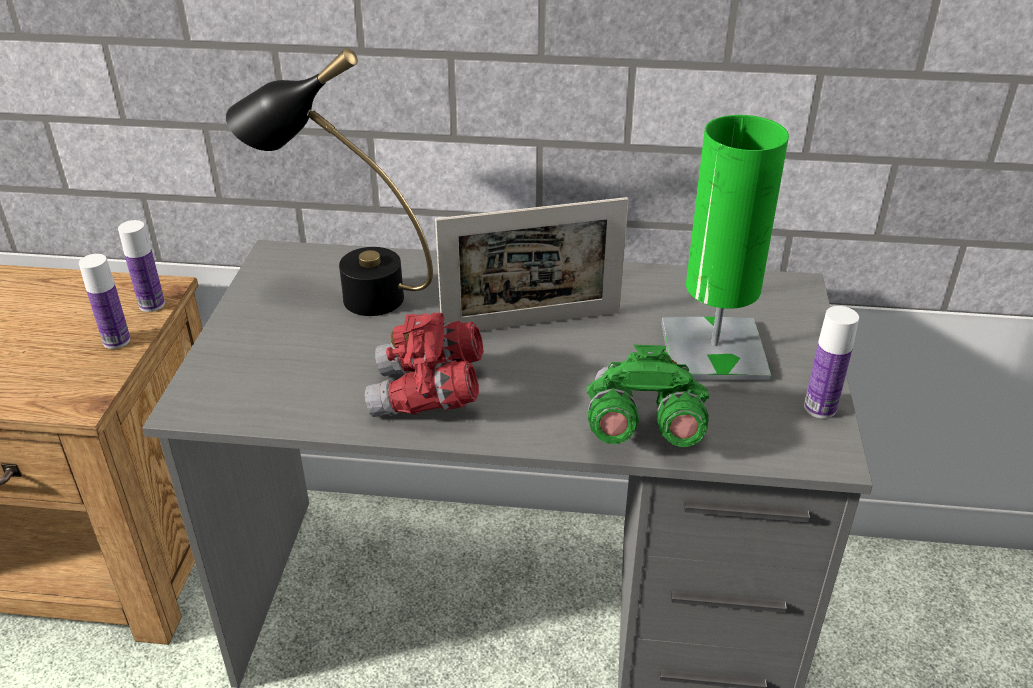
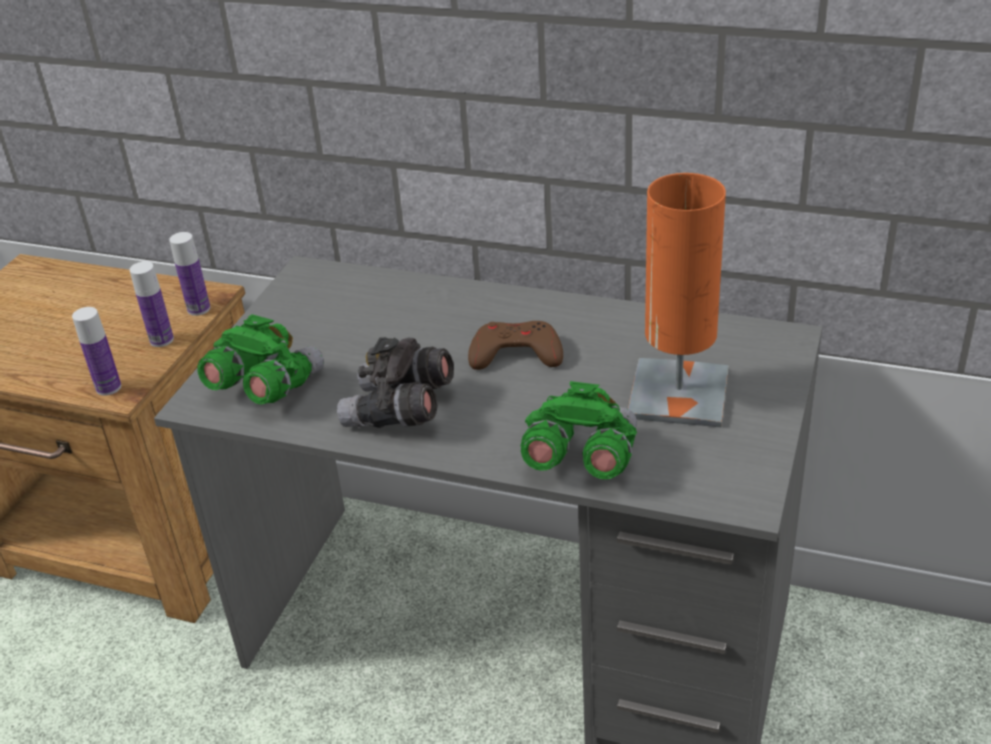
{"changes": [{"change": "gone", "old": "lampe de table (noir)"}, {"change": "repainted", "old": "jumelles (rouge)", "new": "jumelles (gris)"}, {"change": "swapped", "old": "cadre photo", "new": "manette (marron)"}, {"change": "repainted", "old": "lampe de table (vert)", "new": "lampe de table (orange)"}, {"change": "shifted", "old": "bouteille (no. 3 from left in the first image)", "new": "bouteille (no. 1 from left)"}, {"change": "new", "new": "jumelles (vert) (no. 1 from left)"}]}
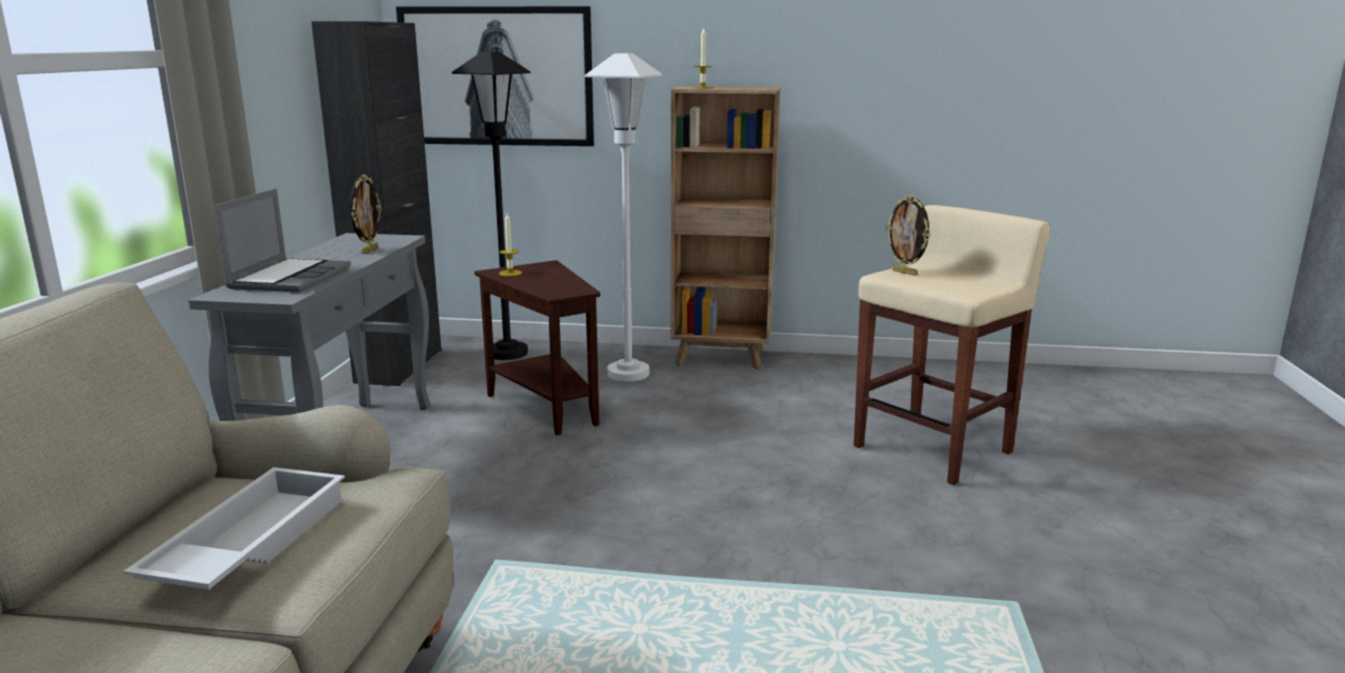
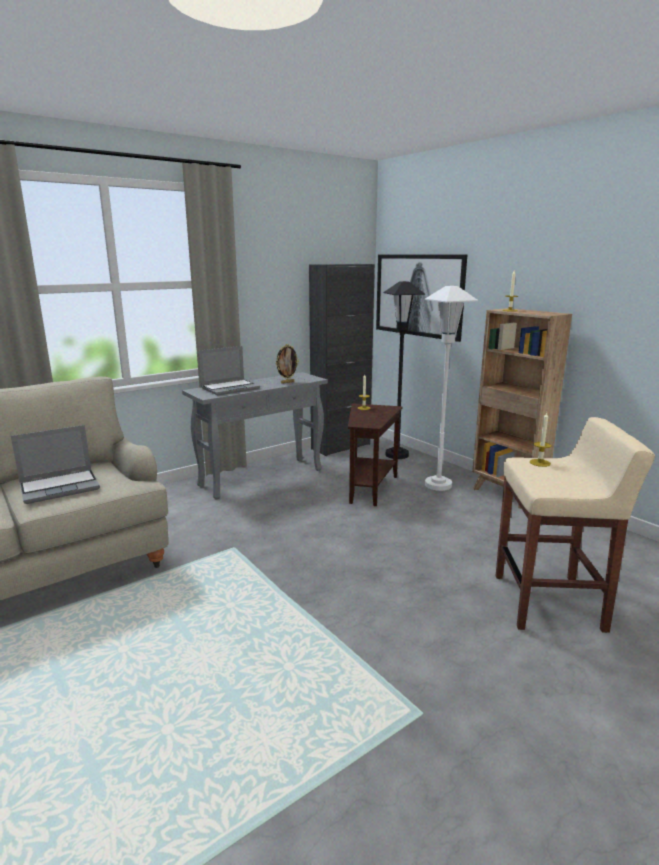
{"changes": [{"change": "swapped", "old": "plateau (blanc)", "new": "ordinateur portable (no. 1 from left)"}, {"change": "swapped", "old": "cadre photo (no. 2 from left)", "new": "bougie (no. 3 from left)"}]}
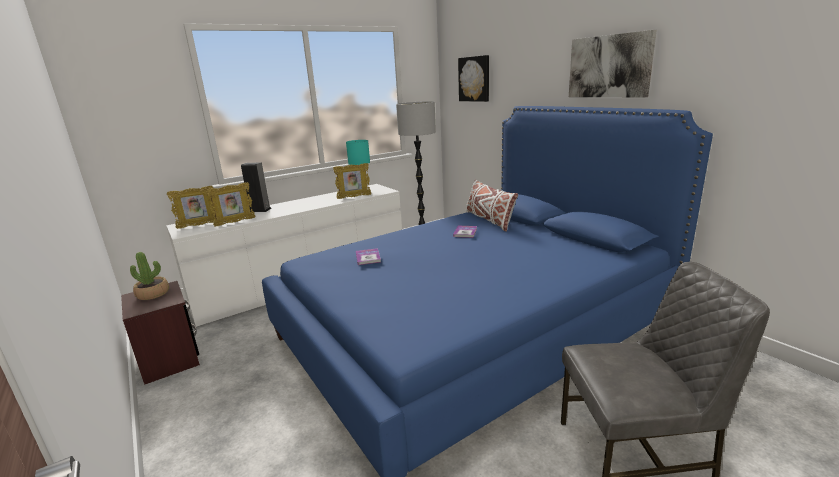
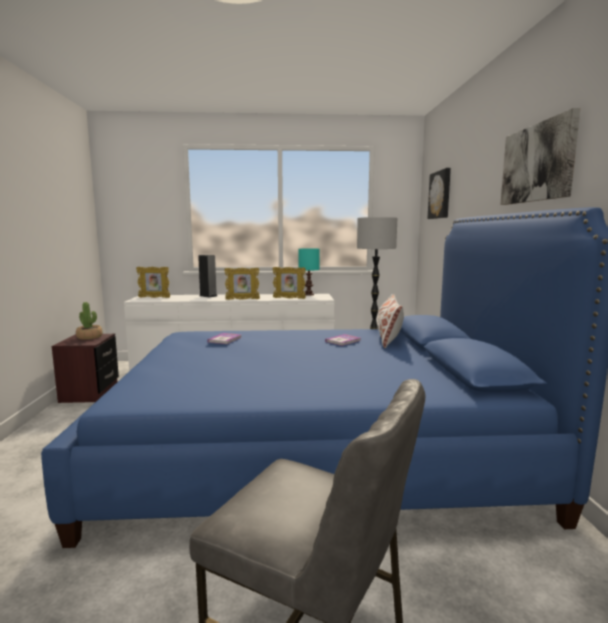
{"changes": [{"change": "shifted", "old": "cadre photo (no. 2 from left)"}]}
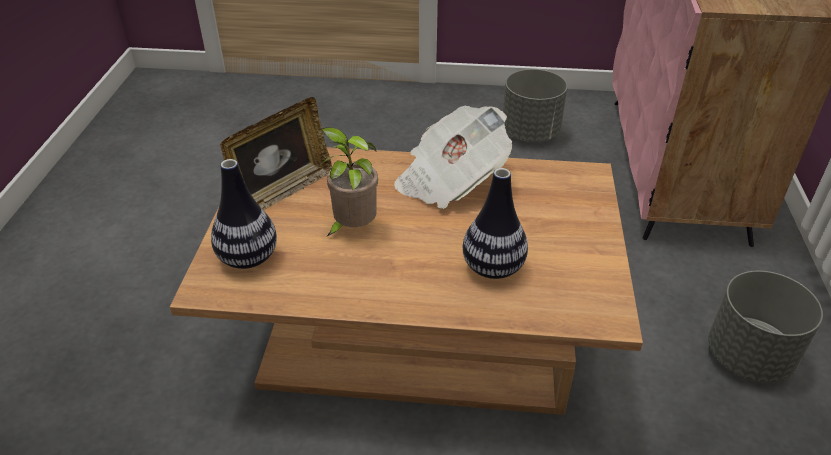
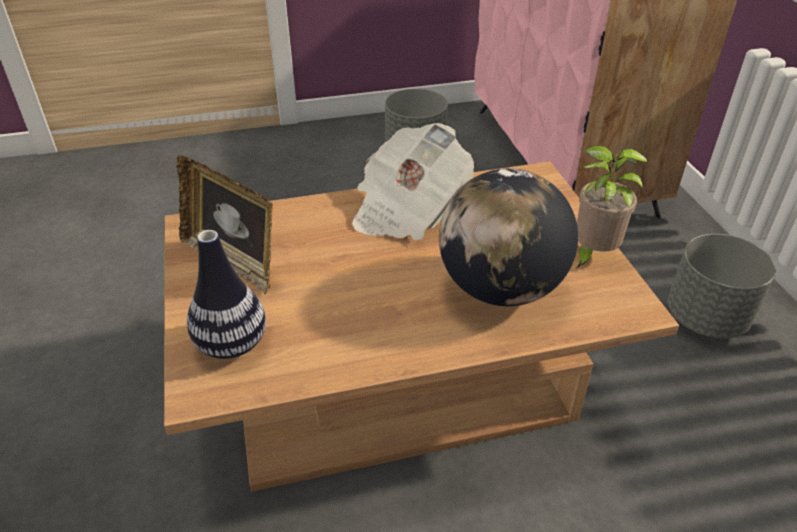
{"changes": [{"change": "rotated", "old": "cadre photo", "degrees": 105}, {"change": "shifted", "old": "plante en pot"}, {"change": "swapped", "old": "vase (no. 2 from left)", "new": "globe"}]}
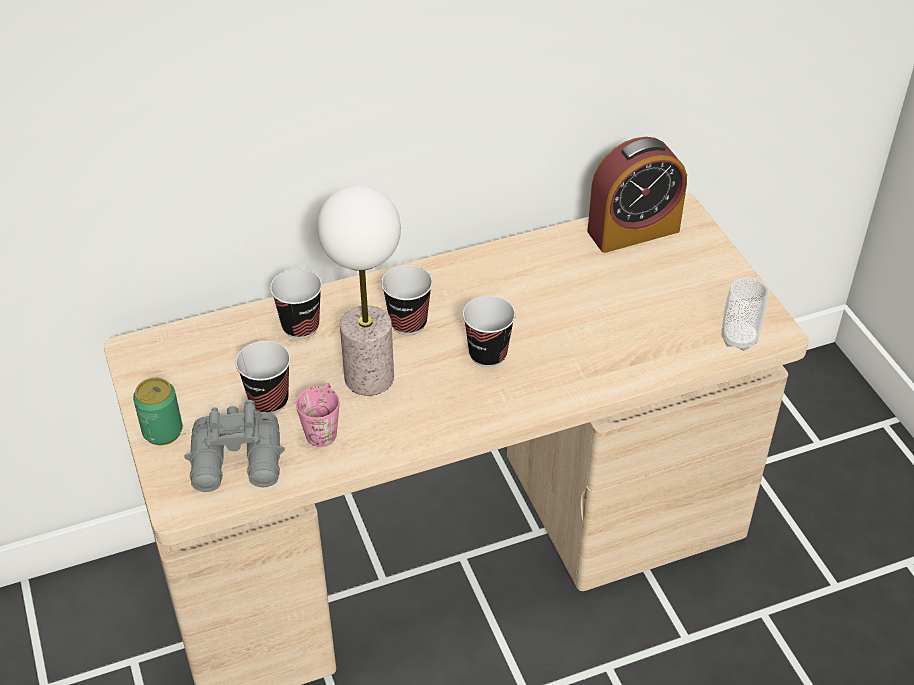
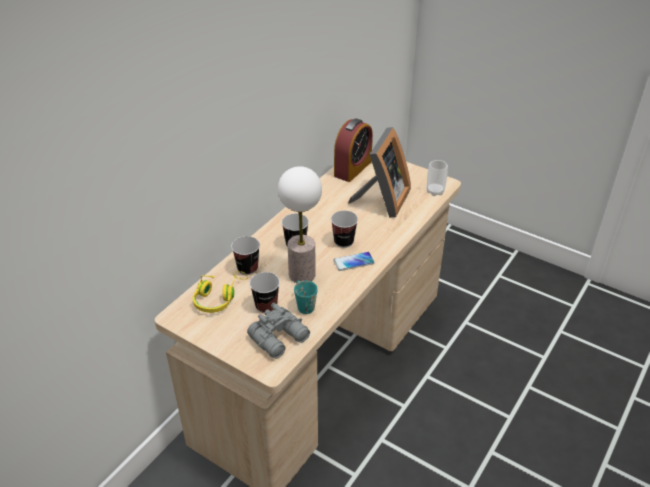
{"changes": [{"change": "gone", "old": "boîte métallique"}, {"change": "repainted", "old": "mug (rose)", "new": "mug (turquoise)"}, {"change": "new", "new": "casque audio (jaune)"}, {"change": "new", "new": "téléphone"}, {"change": "new", "new": "cadre photo"}]}
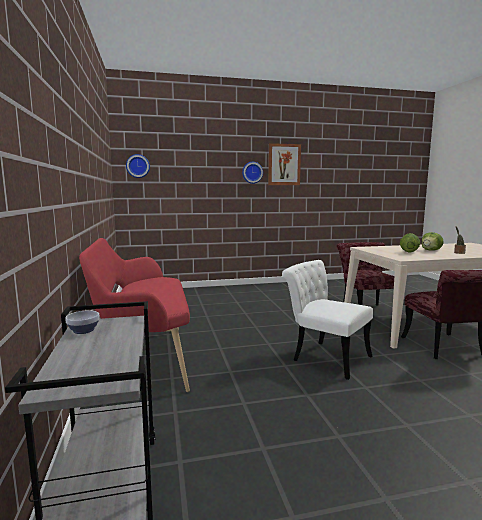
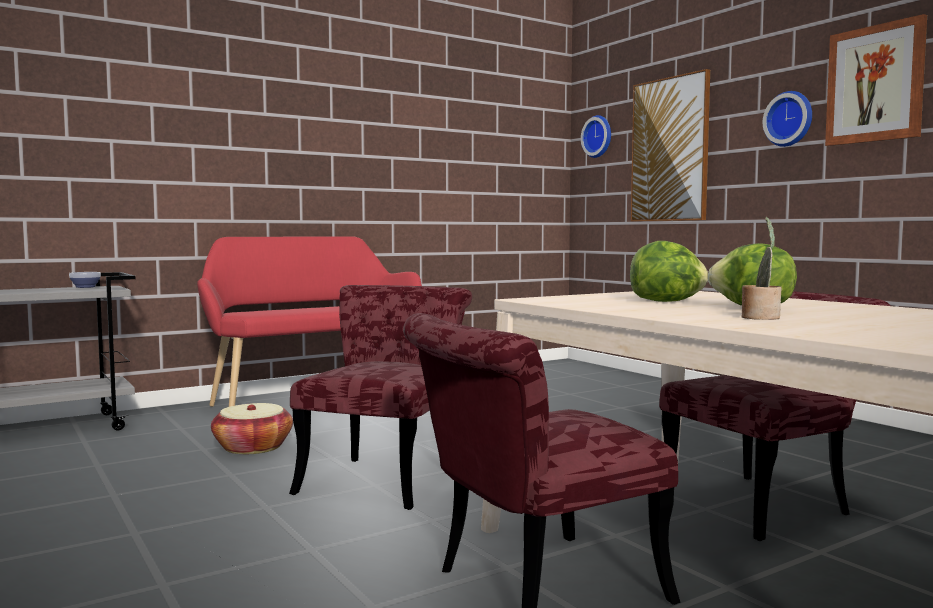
{"changes": [{"change": "repainted", "old": "chaise (blanc)", "new": "chaise (rouge) (no. 1 from left)"}, {"change": "new", "new": "panier"}, {"change": "new", "new": "tableau (no. 1 from left)"}]}
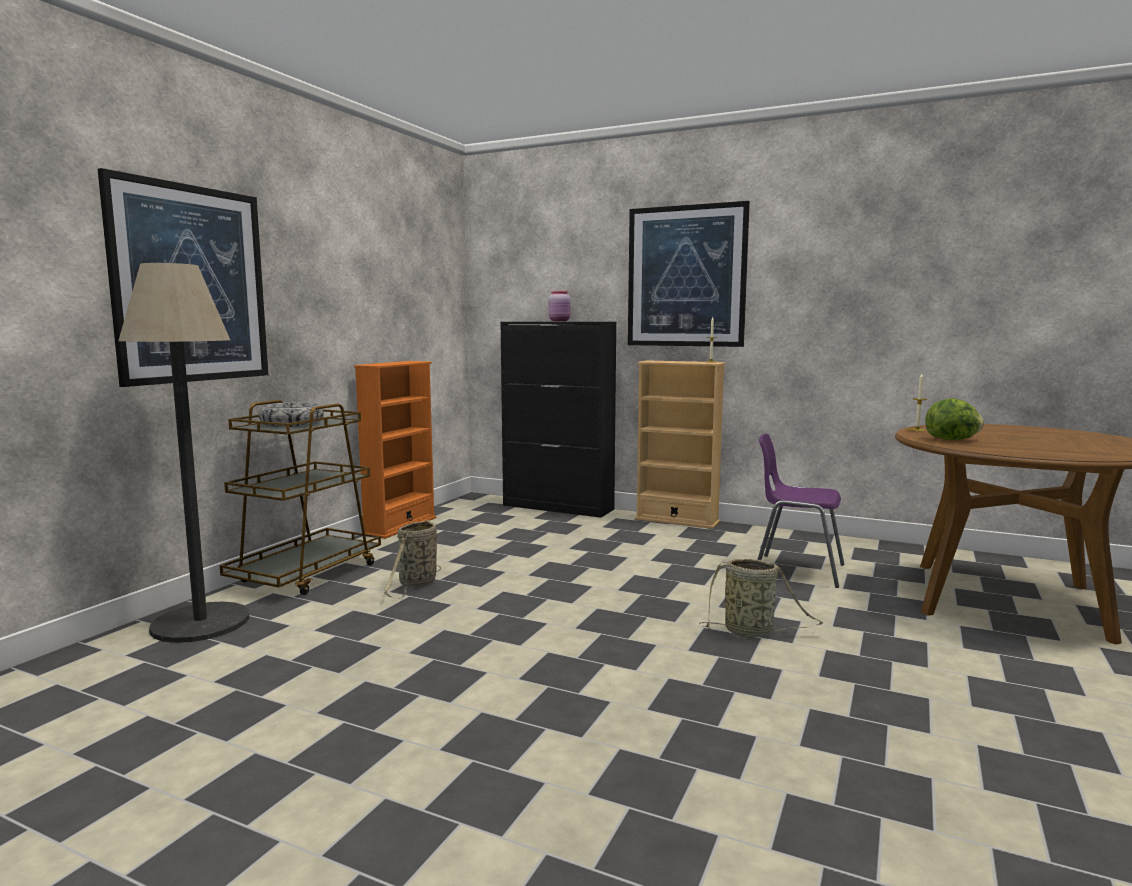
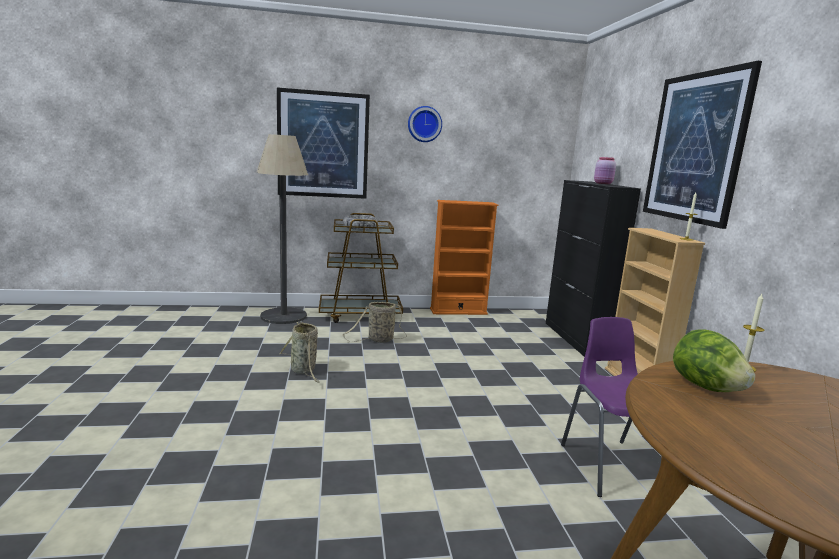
{"changes": [{"change": "shifted", "old": "panier (no. 2 from left in the first image)", "new": "panier (no. 1 from left)"}, {"change": "new", "new": "horloge murale"}]}
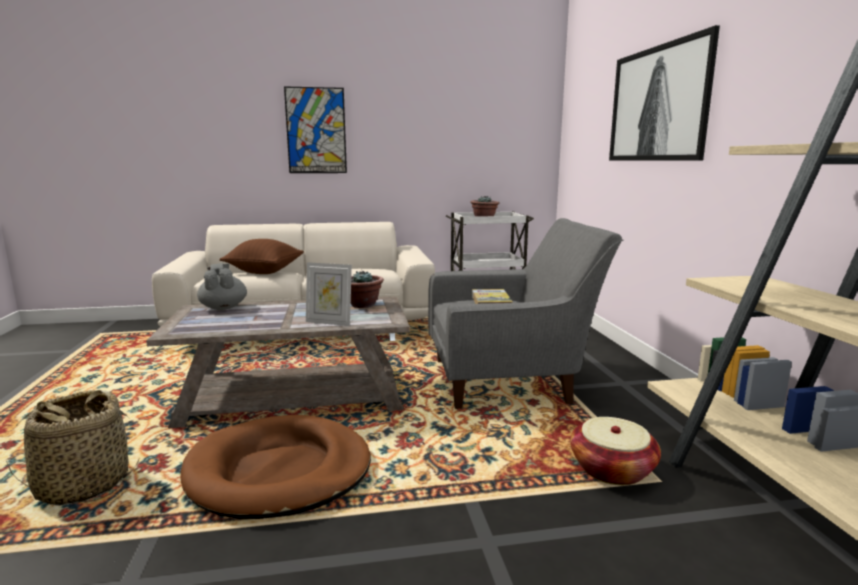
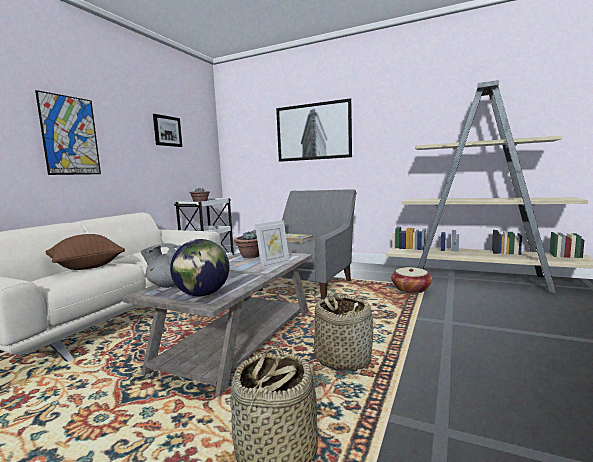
{"changes": [{"change": "swapped", "old": "panier pour chien (marron)", "new": "panier (no. 2 from left)"}, {"change": "new", "new": "tableau (no. 2 from left)"}, {"change": "new", "new": "globe"}]}
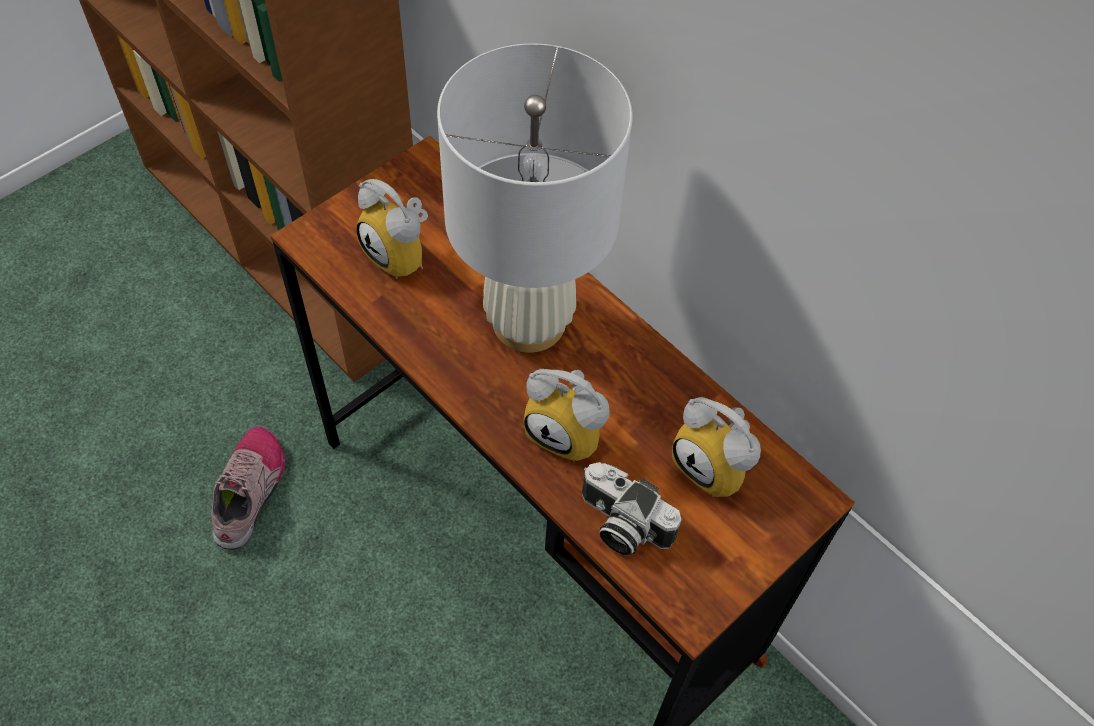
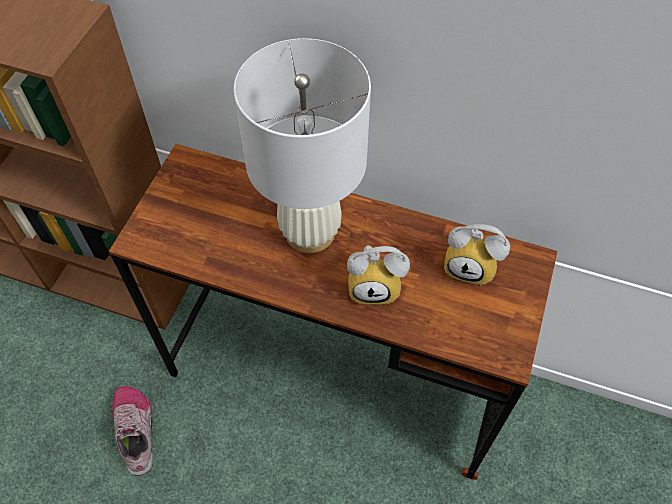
{"changes": [{"change": "gone", "old": "réveil (no. 1 from left)"}, {"change": "gone", "old": "appareil photo"}]}
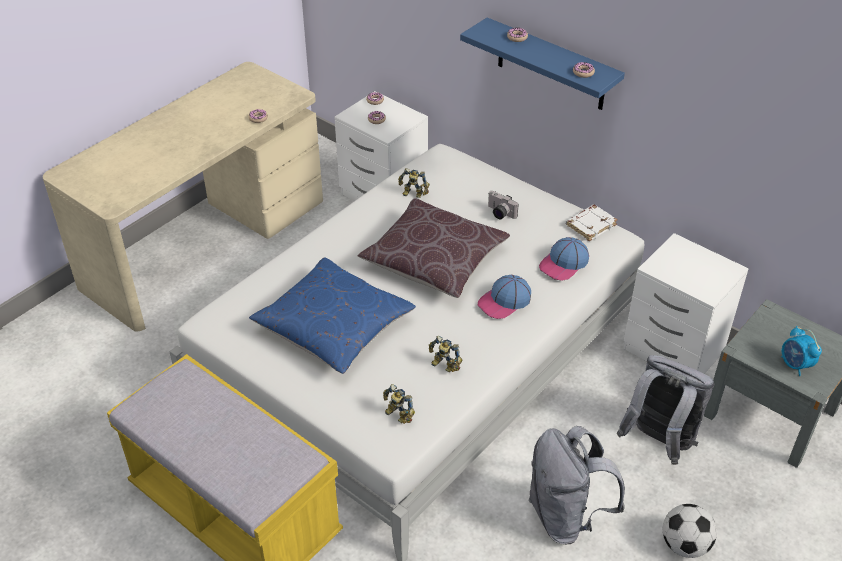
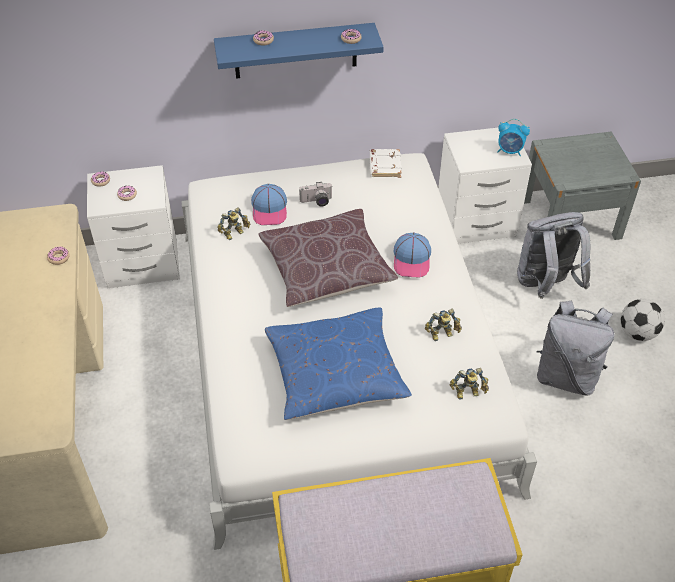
{"changes": [{"change": "shifted", "old": "casquette (no. 2 from left in the first image)", "new": "casquette (no. 1 from left)"}, {"change": "shifted", "old": "réveil"}]}
